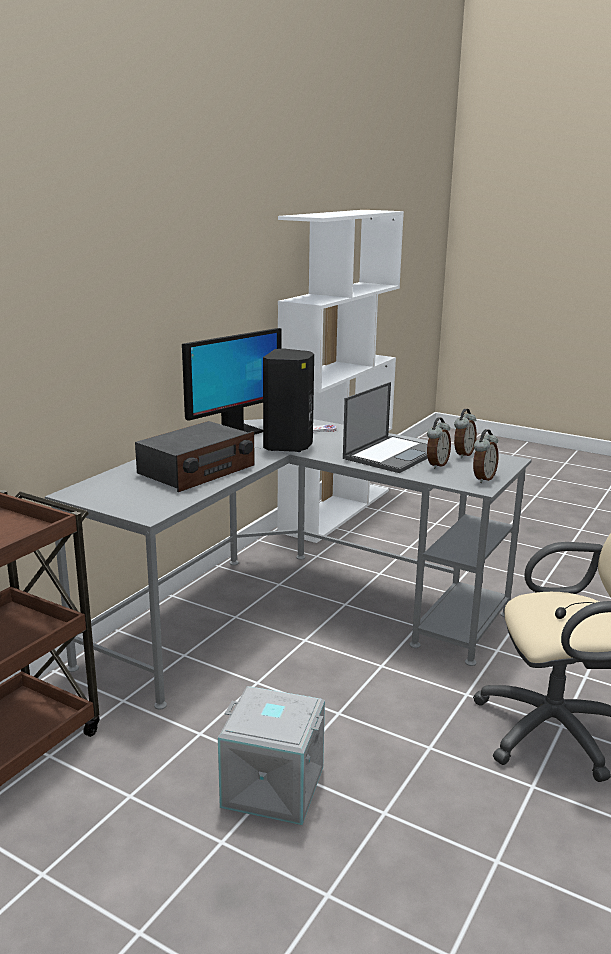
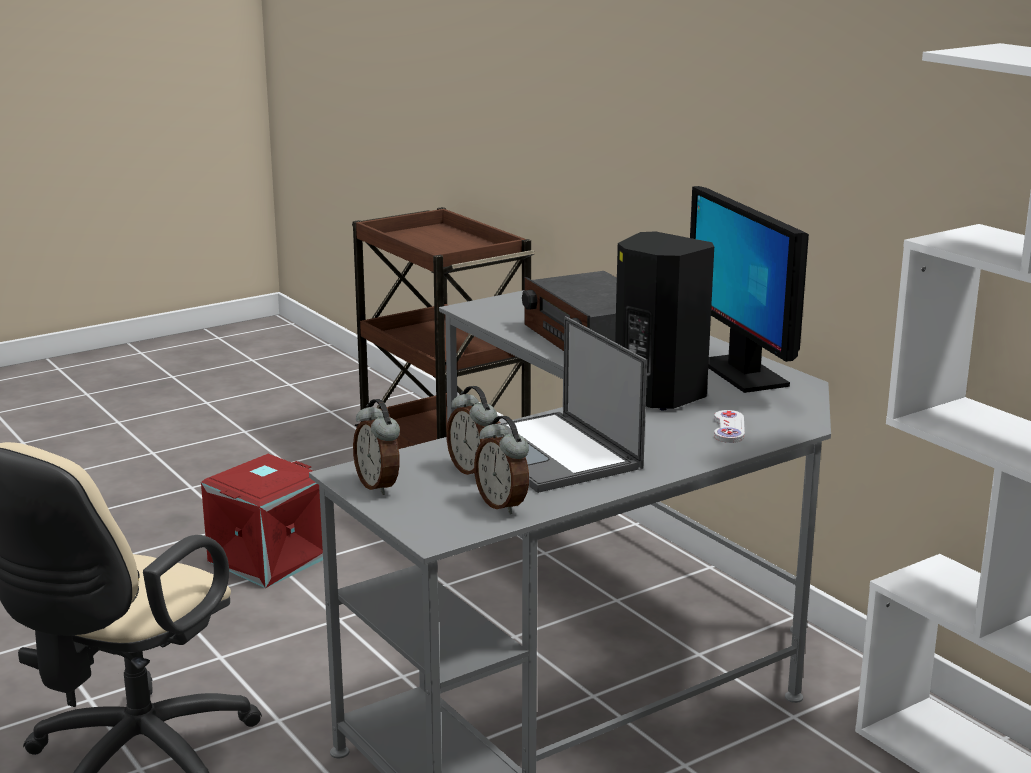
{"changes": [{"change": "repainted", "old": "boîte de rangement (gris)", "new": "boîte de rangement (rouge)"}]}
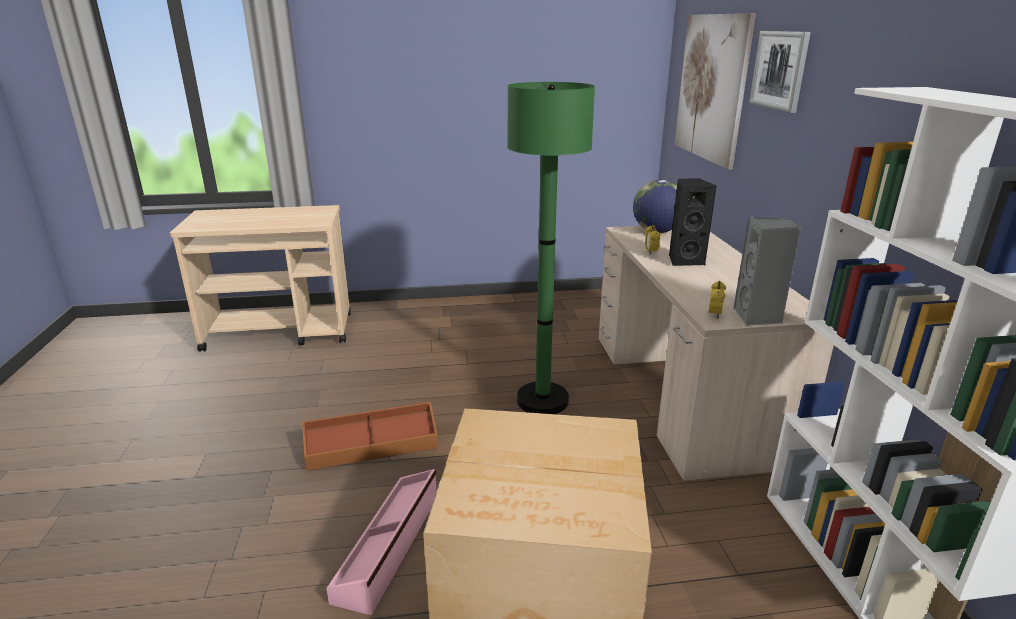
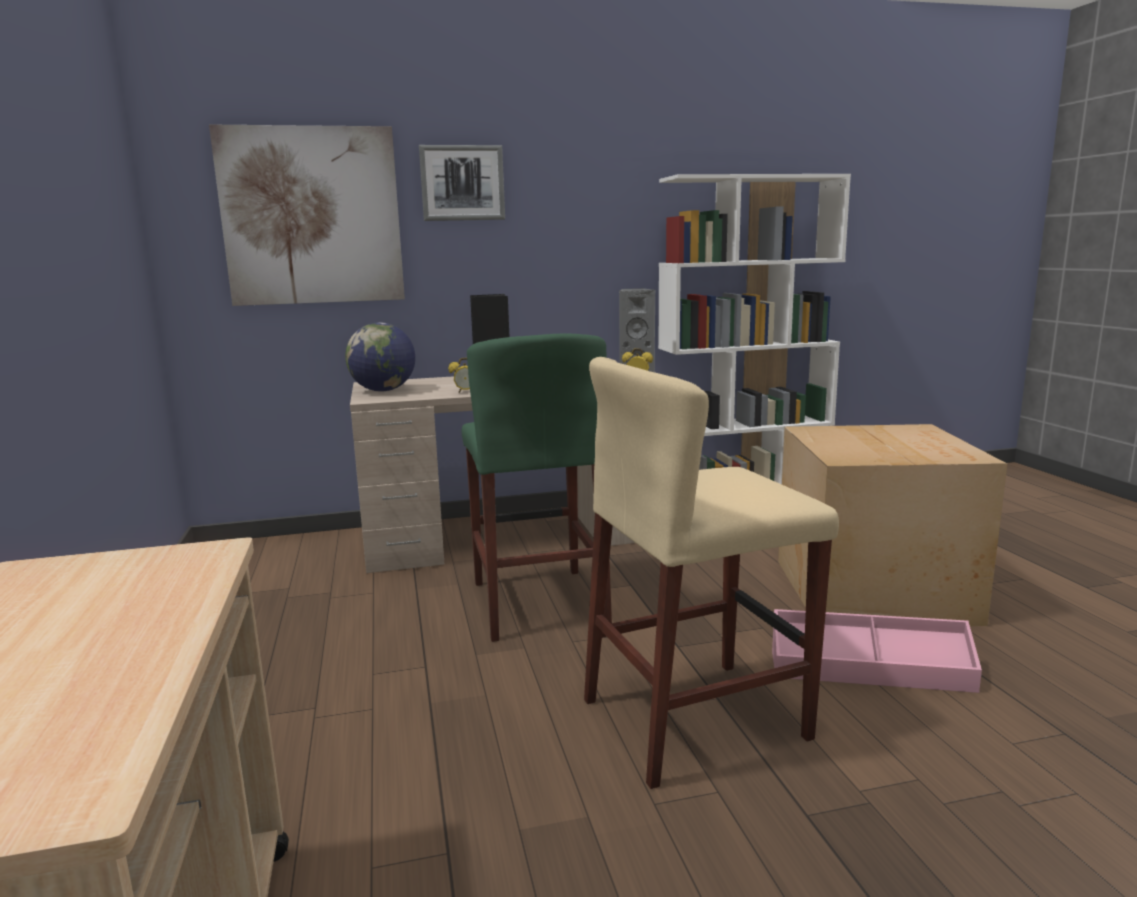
{"changes": [{"change": "swapped", "old": "boîte de rangement (marron)", "new": "tabouret (beige)"}, {"change": "swapped", "old": "lampadaire (vert)", "new": "tabouret (vert)"}]}
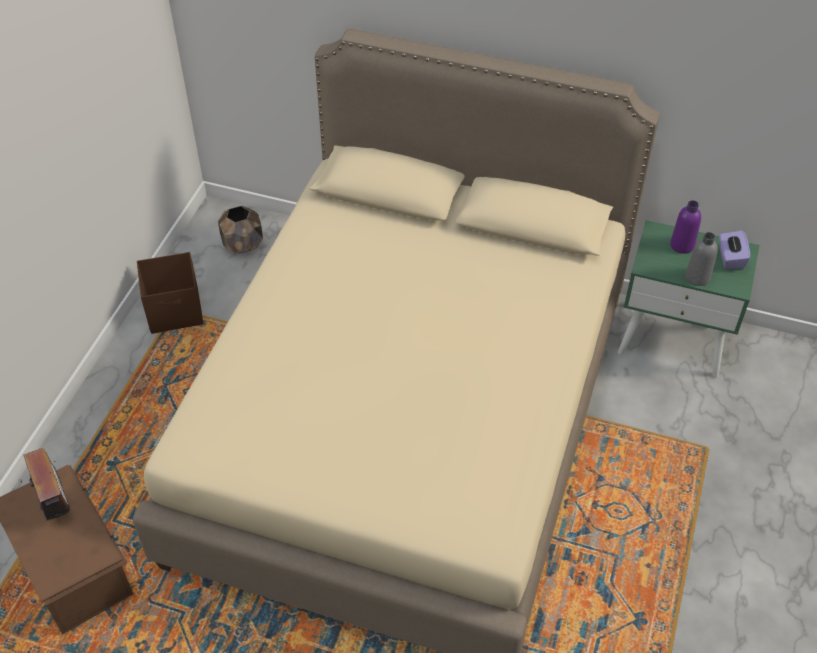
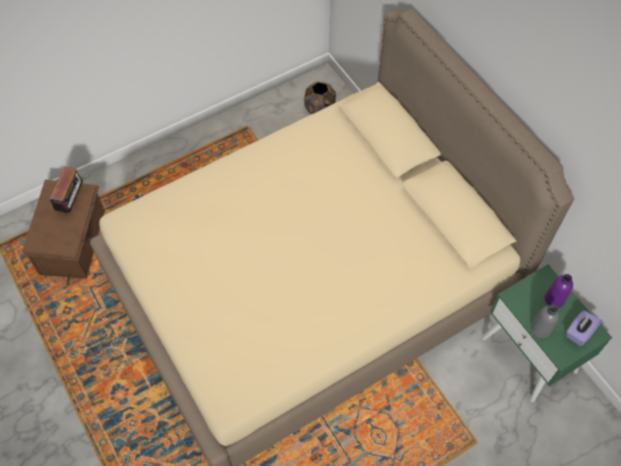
{"changes": [{"change": "gone", "old": "boîte de rangement (marron) (no. 2 from left)"}]}
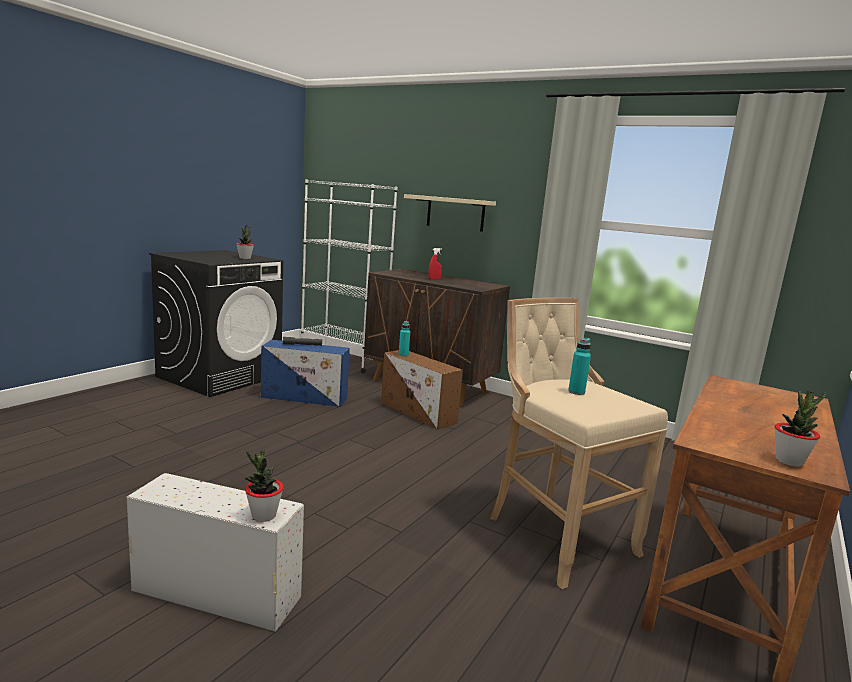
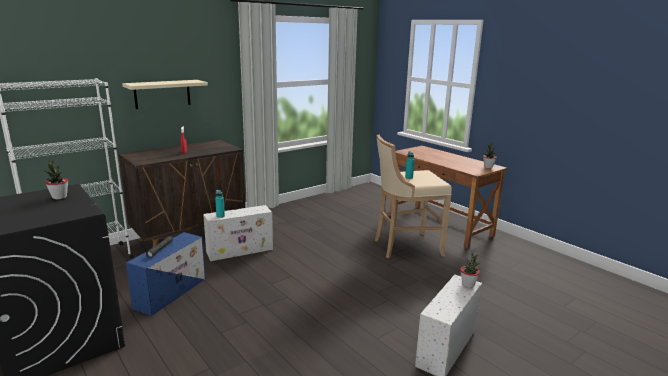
{"changes": [{"change": "repainted", "old": "boîte de rangement (marron)", "new": "boîte de rangement (blanc) (no. 1 from left)"}]}
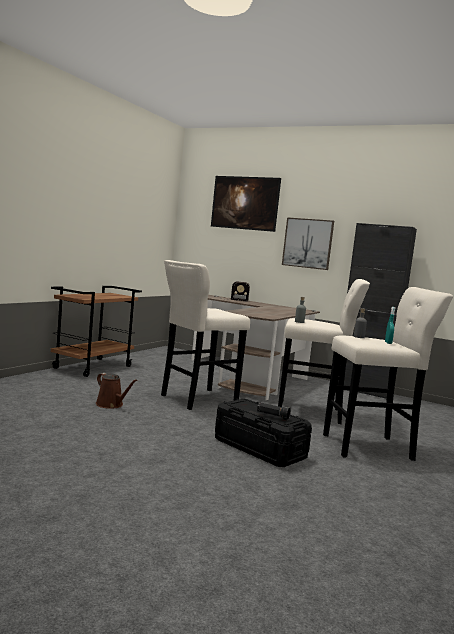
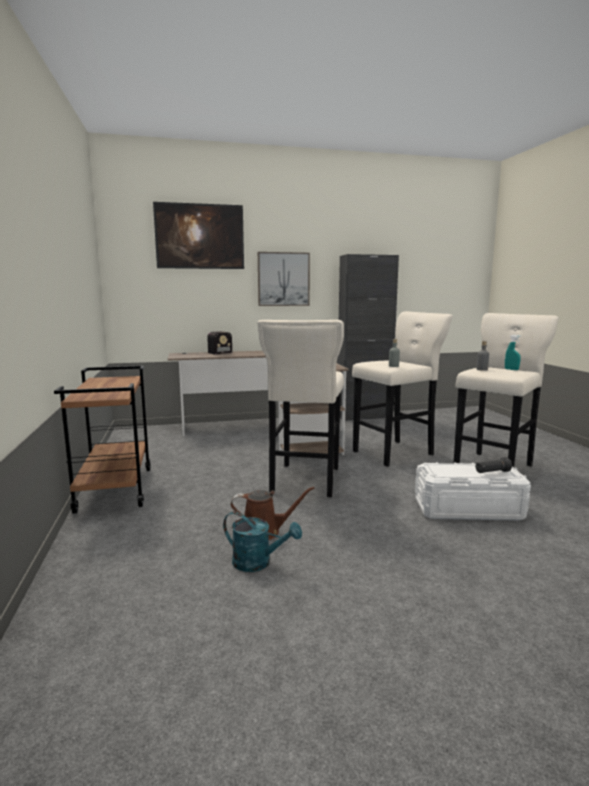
{"changes": [{"change": "repainted", "old": "boîte de rangement (noir)", "new": "boîte de rangement (blanc)"}, {"change": "new", "new": "arrosoir (turquoise)"}]}
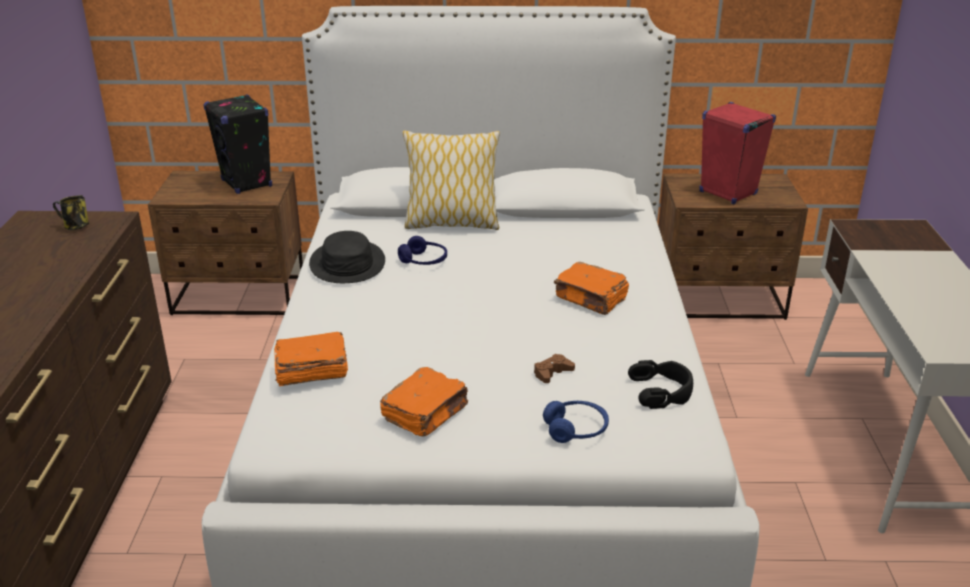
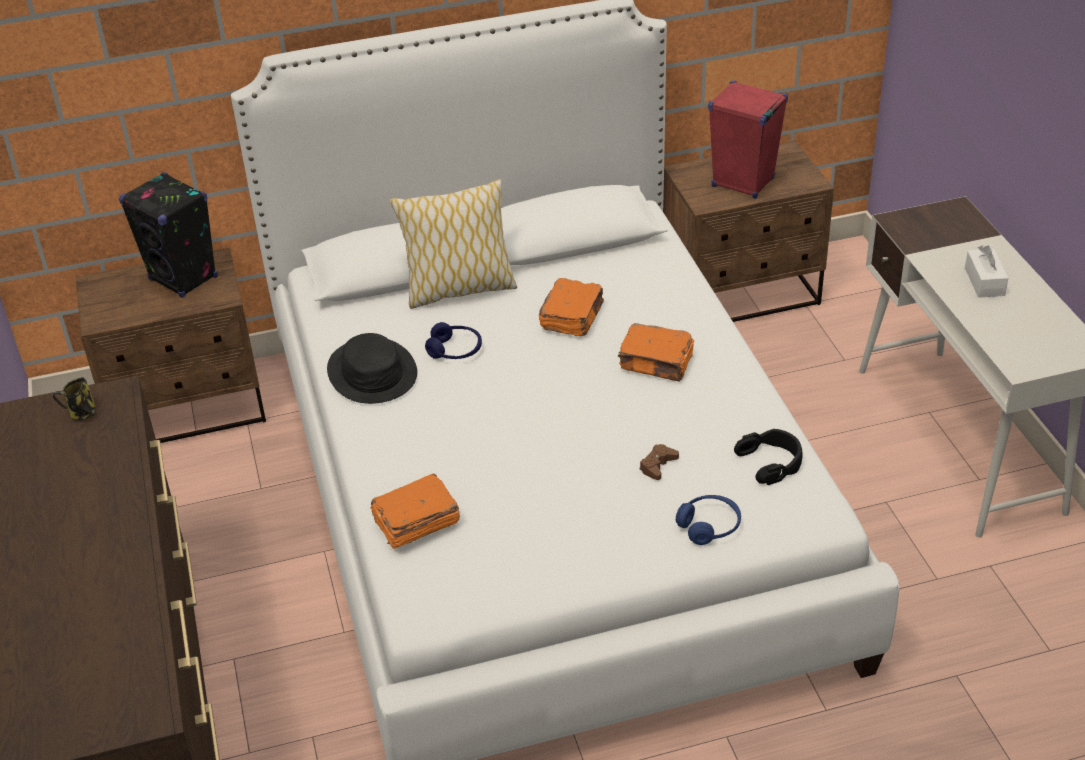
{"changes": [{"change": "shifted", "old": "livre (orange) (no. 2 from left)"}, {"change": "new", "new": "boîte à mouchoirs (blanc)"}]}
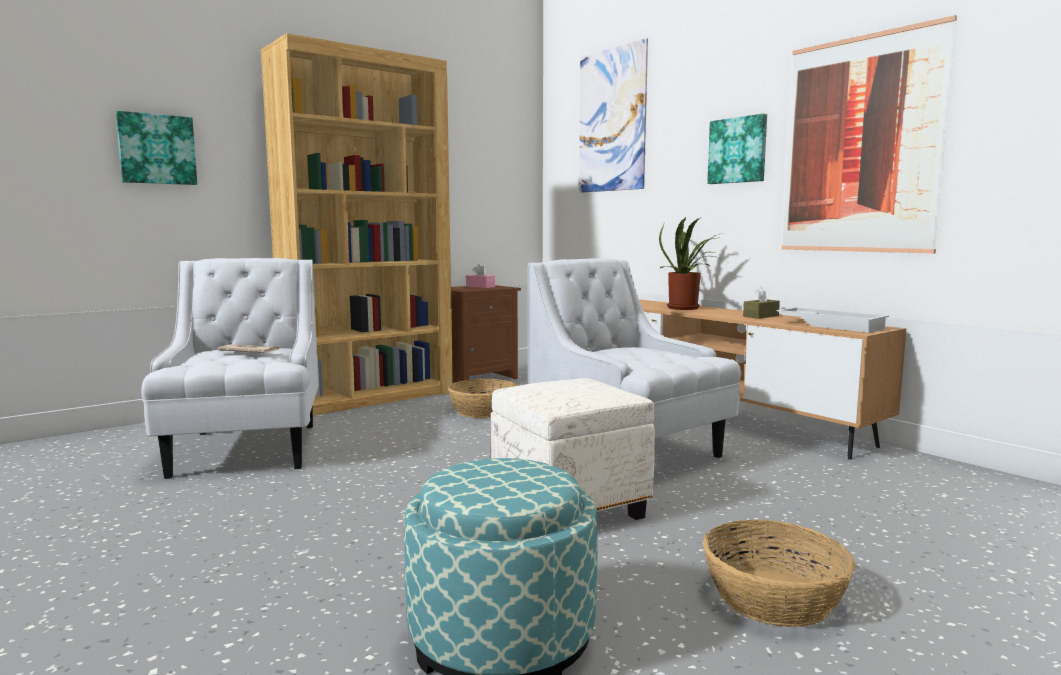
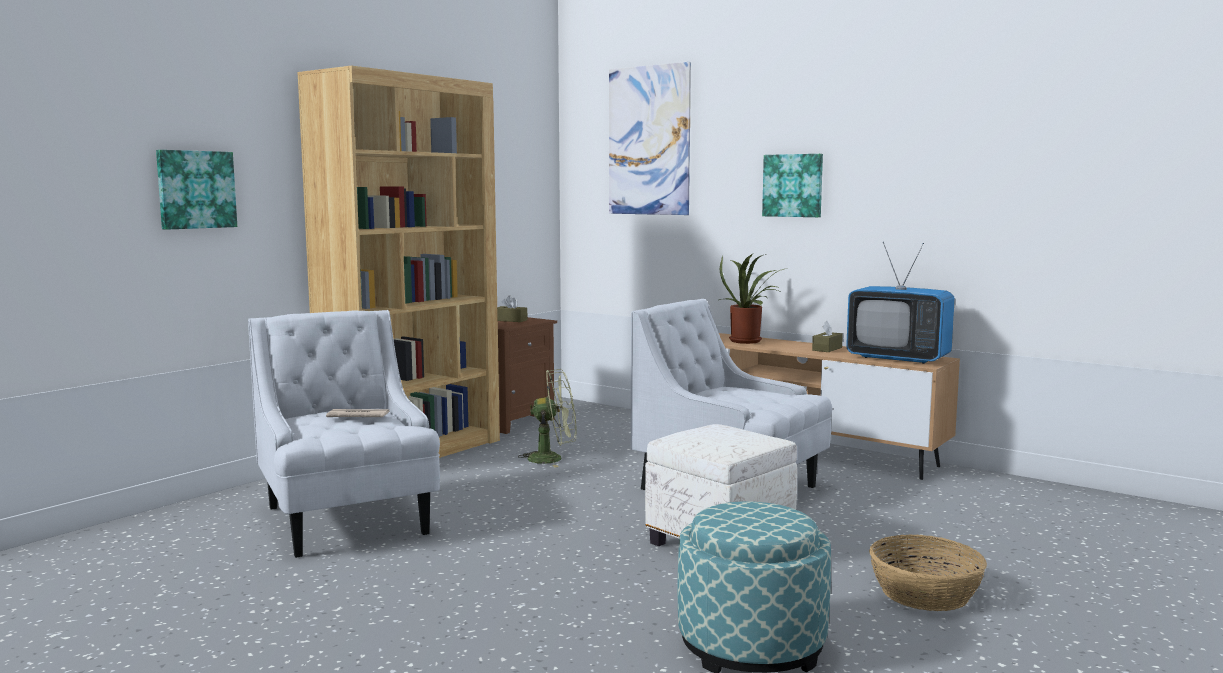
{"changes": [{"change": "swapped", "old": "panier (no. 1 from left)", "new": "ventilateur (vert)"}, {"change": "repainted", "old": "boîte à mouchoirs (rose)", "new": "boîte à mouchoirs (marron) (no. 1 from left)"}, {"change": "swapped", "old": "plateau (blanc)", "new": "téléviseur"}, {"change": "gone", "old": "tableau (no. 4 from left)"}]}
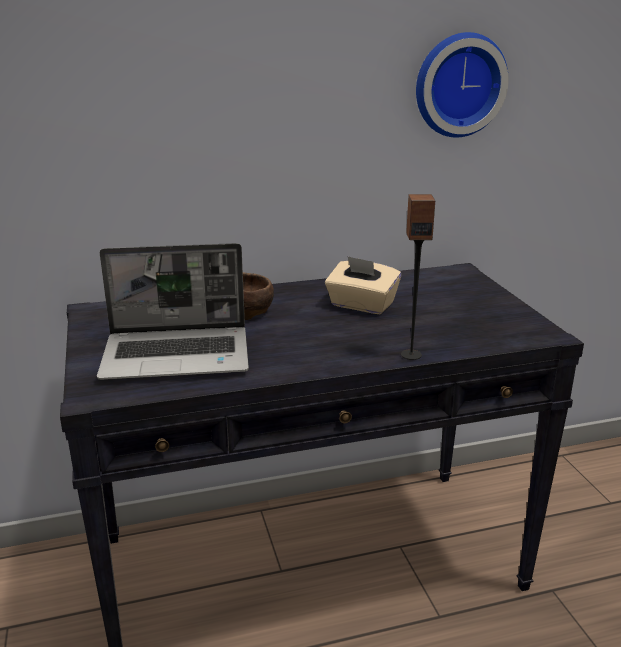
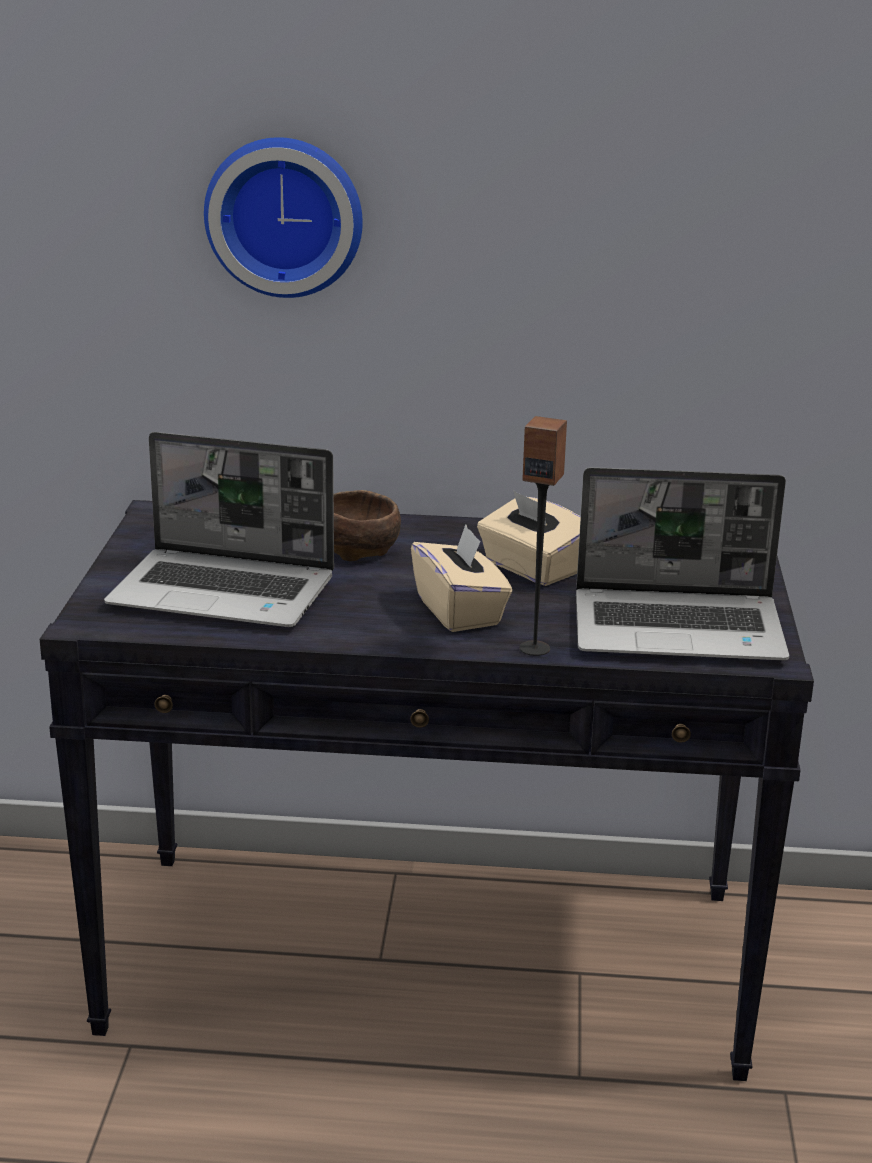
{"changes": [{"change": "shifted", "old": "horloge murale"}, {"change": "new", "new": "boîte à mouchoirs (beige) (no. 1 from left)"}, {"change": "new", "new": "ordinateur portable (no. 2 from left)"}]}
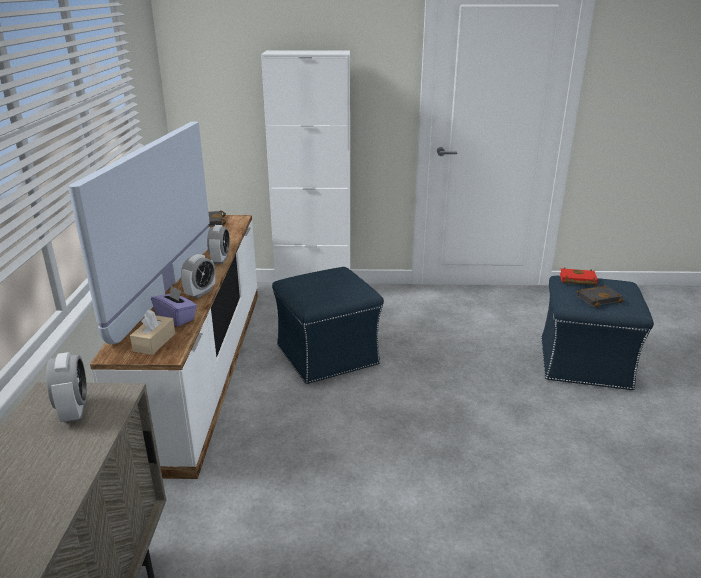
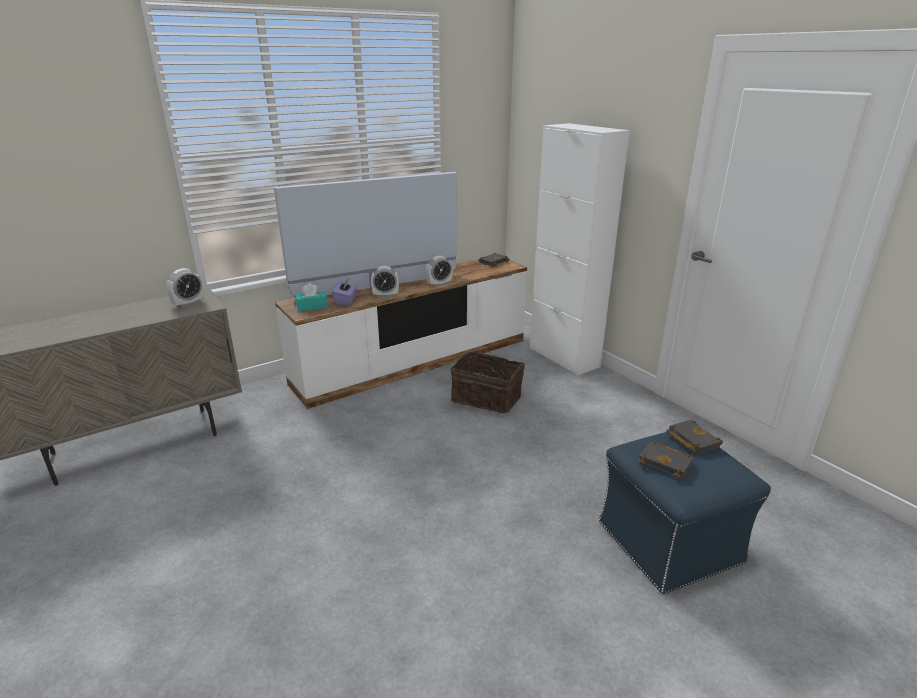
{"changes": [{"change": "repainted", "old": "boîte à mouchoirs (beige)", "new": "boîte à mouchoirs (turquoise)"}, {"change": "swapped", "old": "pouf (bleu) (no. 1 from left)", "new": "panier"}, {"change": "repainted", "old": "livre (rouge)", "new": "livre (noir) (no. 3 from left)"}]}
